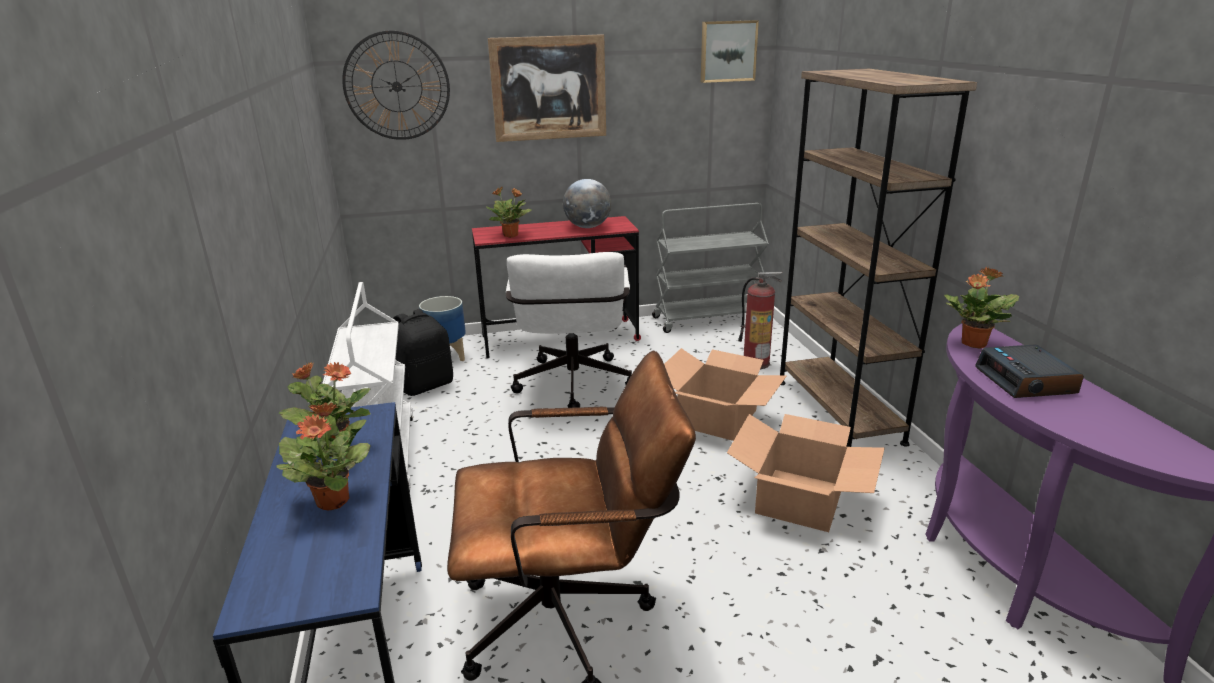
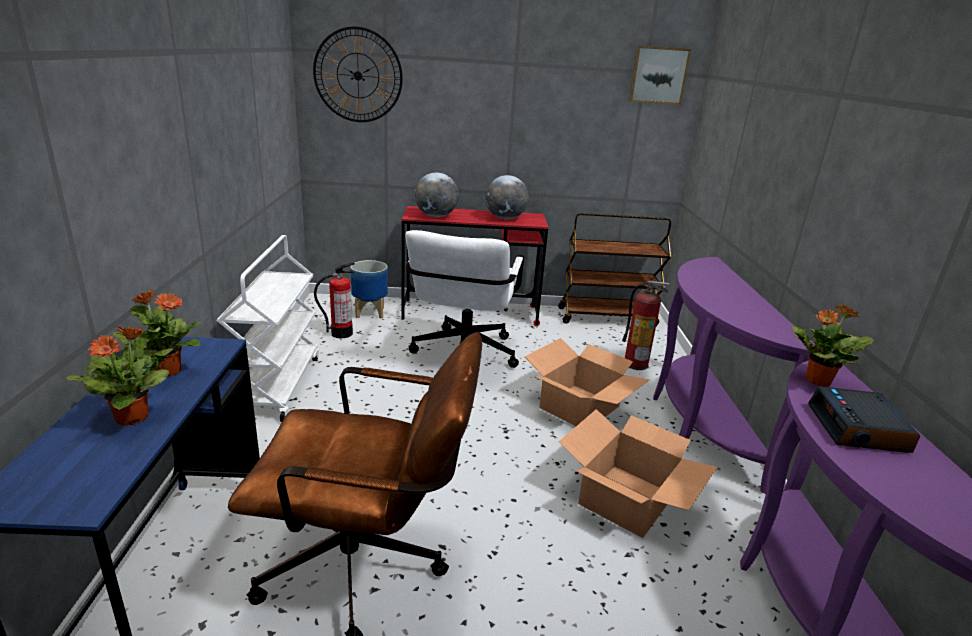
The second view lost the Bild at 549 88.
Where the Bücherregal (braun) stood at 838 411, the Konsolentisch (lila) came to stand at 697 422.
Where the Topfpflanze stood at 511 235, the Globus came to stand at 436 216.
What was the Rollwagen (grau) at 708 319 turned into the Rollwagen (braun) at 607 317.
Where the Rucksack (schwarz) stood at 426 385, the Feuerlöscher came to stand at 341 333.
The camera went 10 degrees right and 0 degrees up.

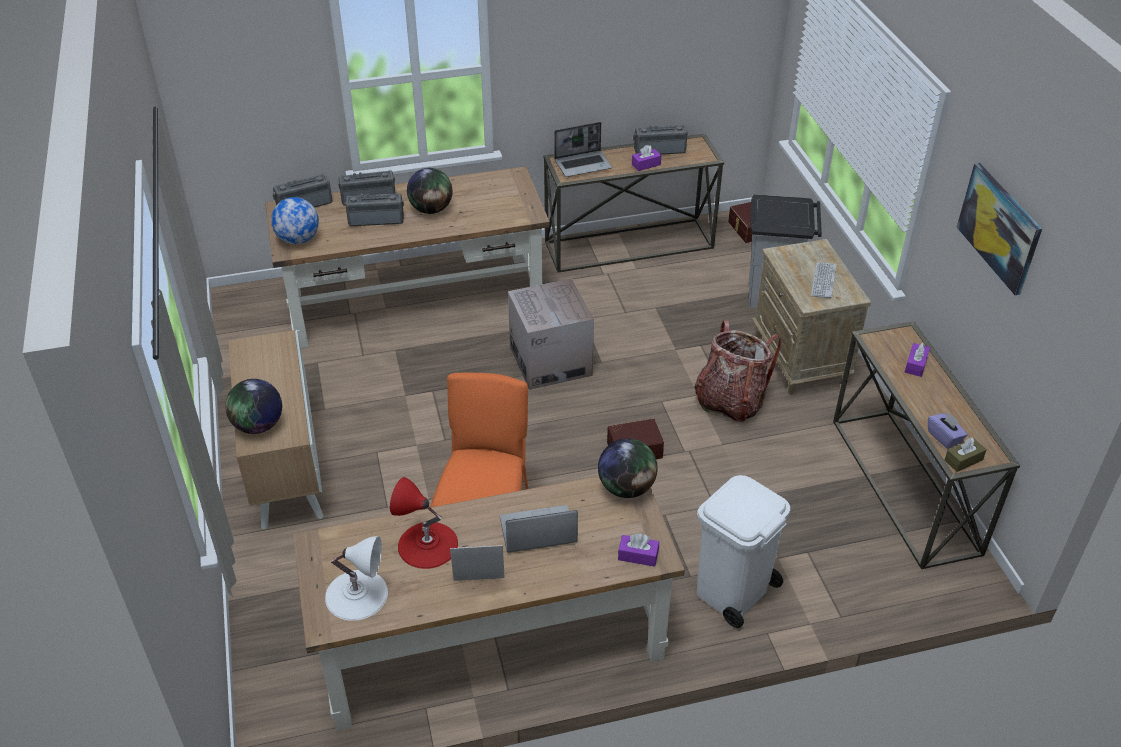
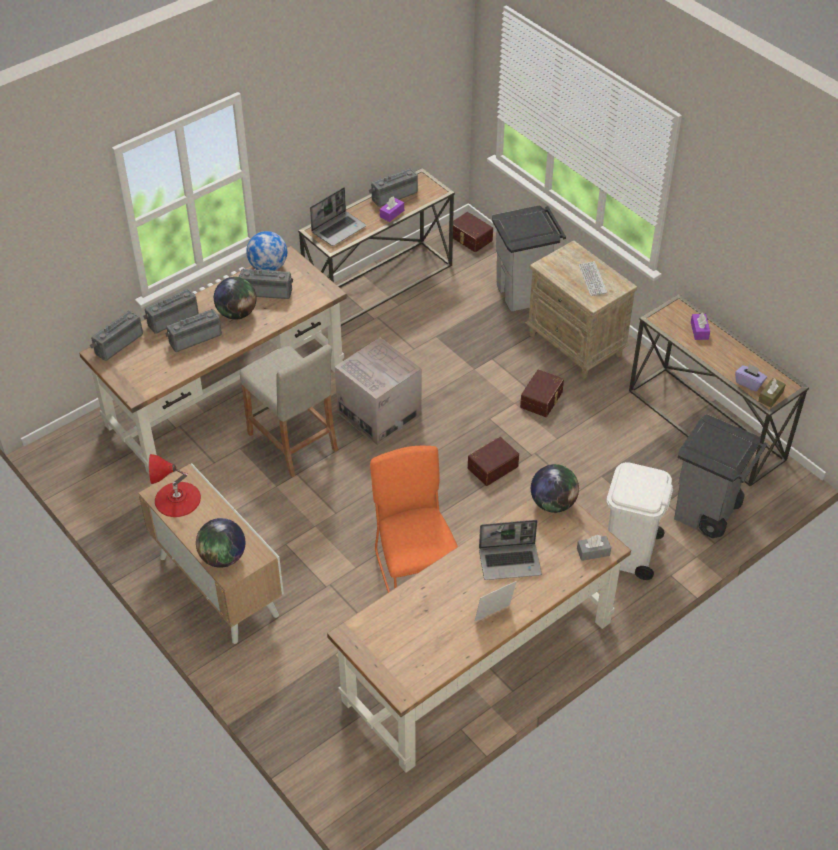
The second view lost the Bild at 999 227.
The Globus ended up elsewhere, having gone from 298 240 to 268 267.
Where the Rucksack stood at 730 401, the Aufbewahrungsbox (braun) came to stand at 542 399.
The Tischlampe (rot) ended up elsewhere, having gone from 427 545 to 177 499.
The Laptop at 537 532 ended up facing another way, 150 degrees counterclockwise from before.
What was the Taschentuchbox (lila) at 638 555 turned into the Taschentuchbox (grau) at 593 552.
The second view lost the Tischlampe (weiß) at 356 594.
The second view gained the Radio at 267 291.
The second view gained the Hocker (beige) at 292 442.
The second view gained the Mülleimer (grau) at 707 513.
The camera went 25 degrees left and 5 degrees up.

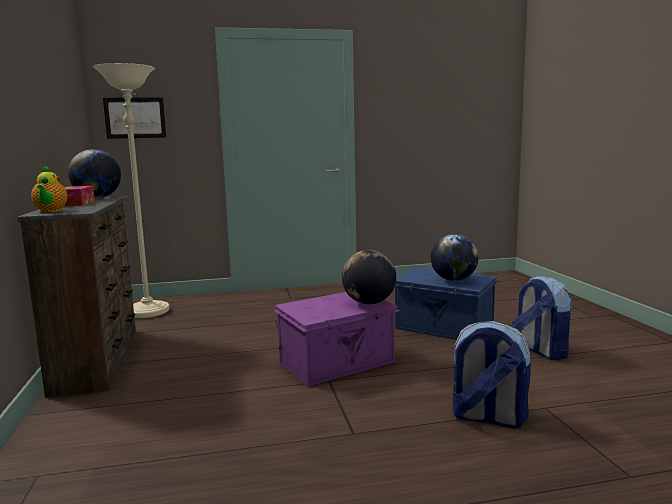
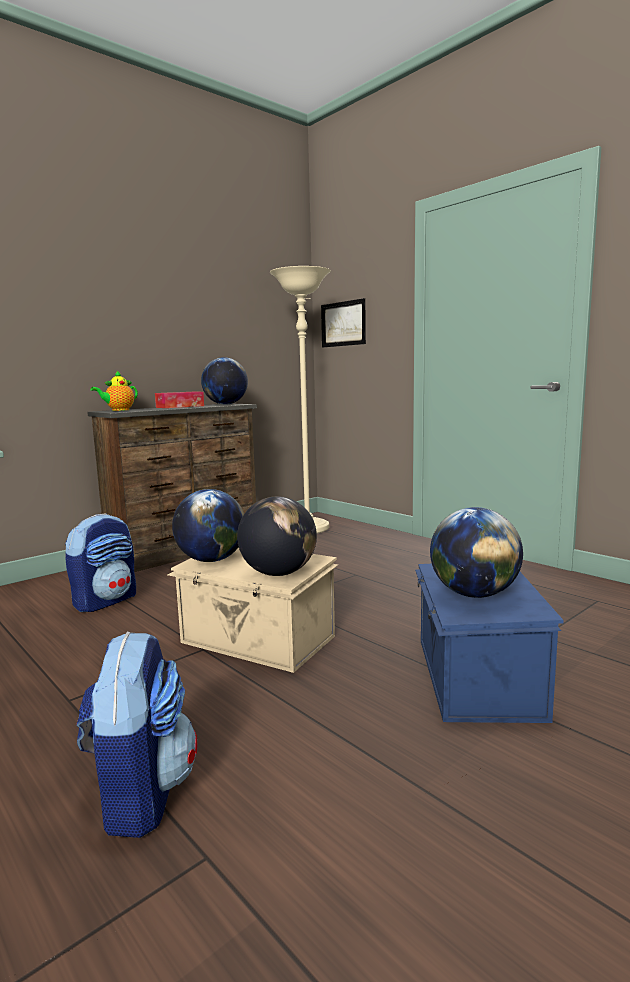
The Rucksack ended up elsewhere, having gone from 540 351 to 106 601.
What was the Aufbewahrungsbox (lila) at 338 363 turned into the Aufbewahrungsbox (beige) at 257 640.
The second view gained the Globus at 211 560.
The camera went 60 degrees right and 0 degrees up.

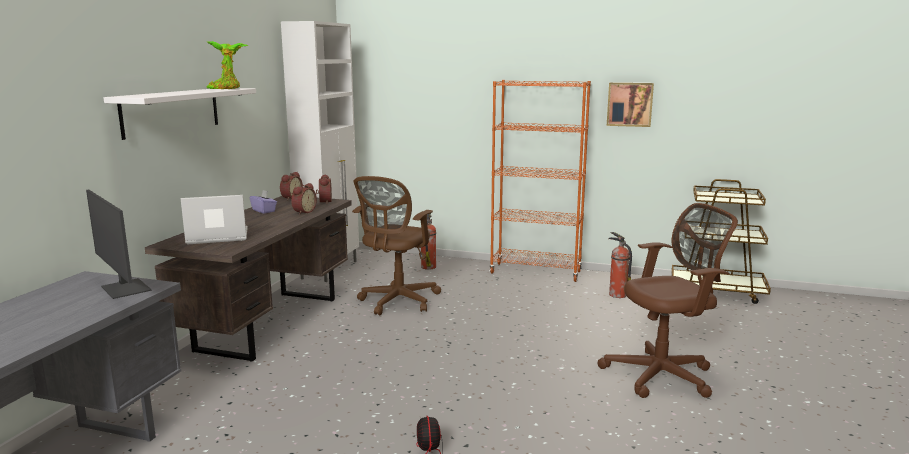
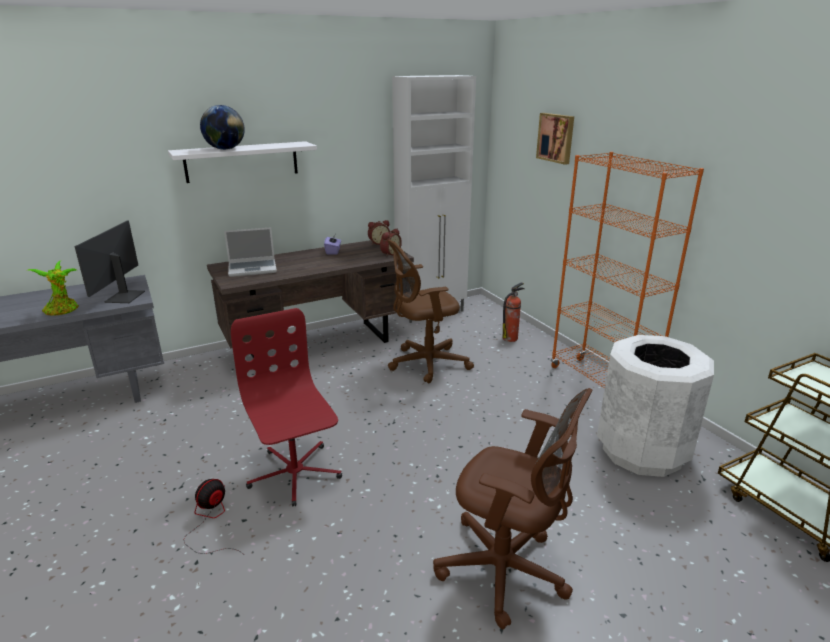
The Topfpflanze ended up elsewhere, having gone from 227 88 to 63 311.
The Bild ended up elsewhere, having gone from 630 104 to 556 138.
The second view lost the Wecker at 303 212.
The Laptop at 216 237 ended up facing another way, 135 degrees clockwise from before.
Where the Feuerlöscher stood at 616 294, the Mülleimer (weiß) came to stand at 642 451.
The second view gained the Globus at 225 149.
The second view gained the Bürostuhl (rot) at 294 473.
The camera went 45 degrees right and 10 degrees up.

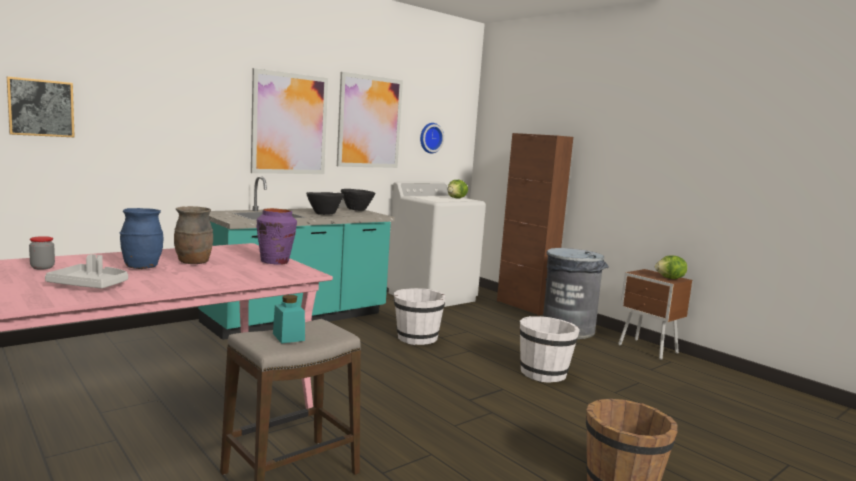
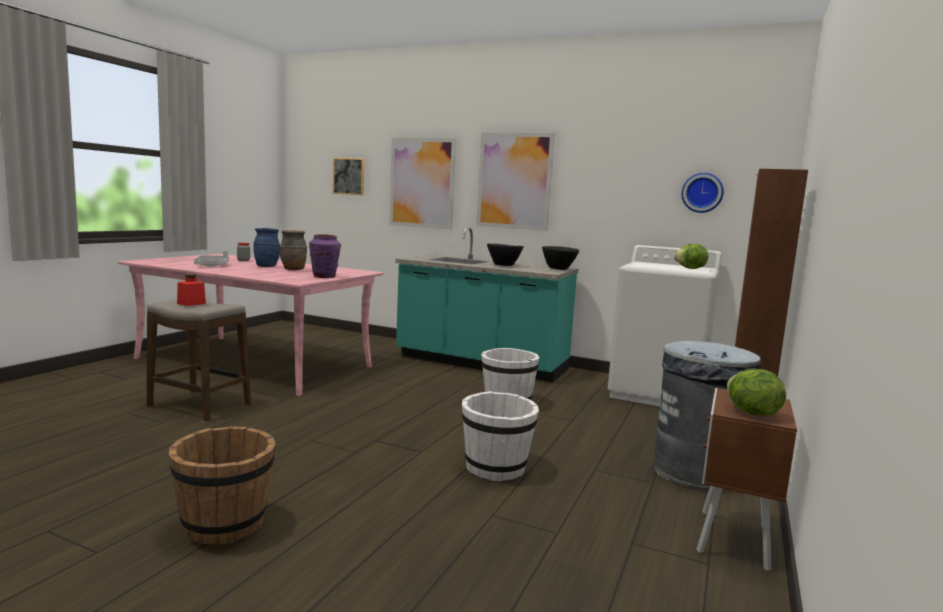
The Bild ended up elsewhere, having gone from 369 122 to 422 183.
What was the Vorratsglas (türkis) at 288 337 turned into the Vorratsglas (rot) at 191 303.
The camera went 65 degrees right and 0 degrees up.

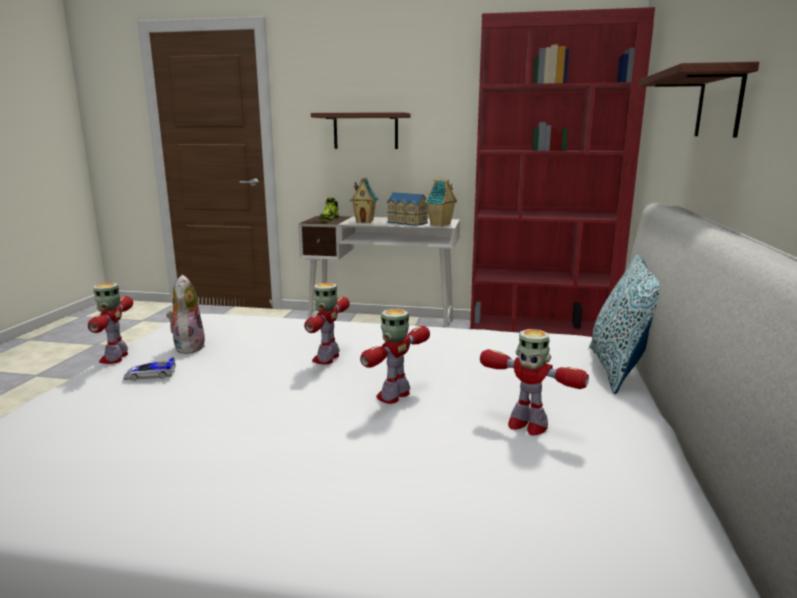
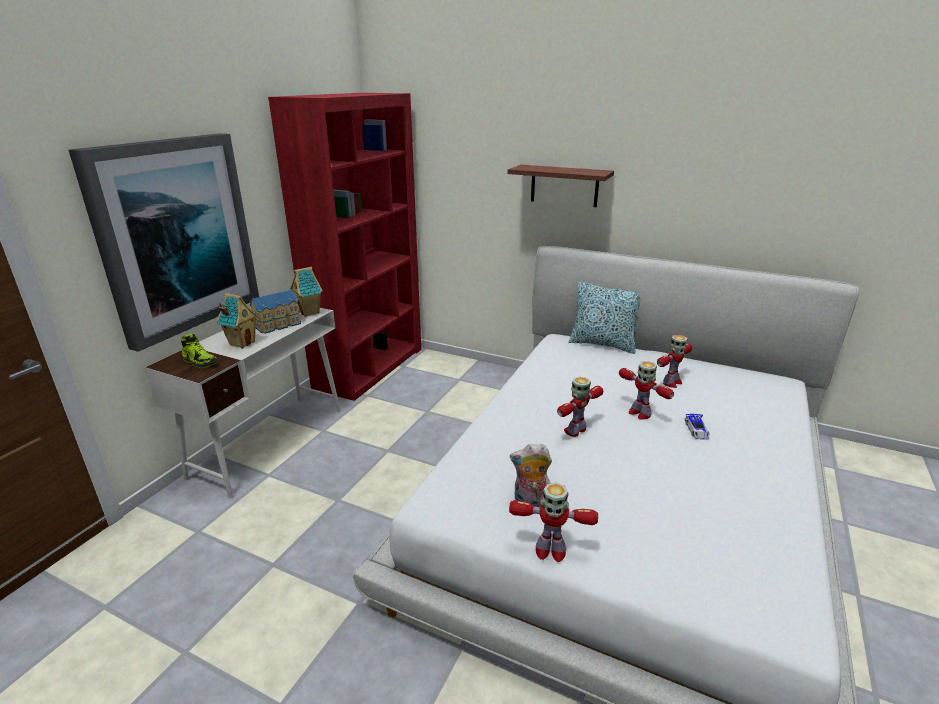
Where the Wandregal hung at 365 131, the Bild came to hang at 176 236.
The Spielzeugroboter at 327 358 ended up facing another way, 105 degrees clockwise from before.
The Spielzeugauto ended up elsewhere, having gone from 149 375 to 697 430.
The camera went 75 degrees left and 10 degrees up.

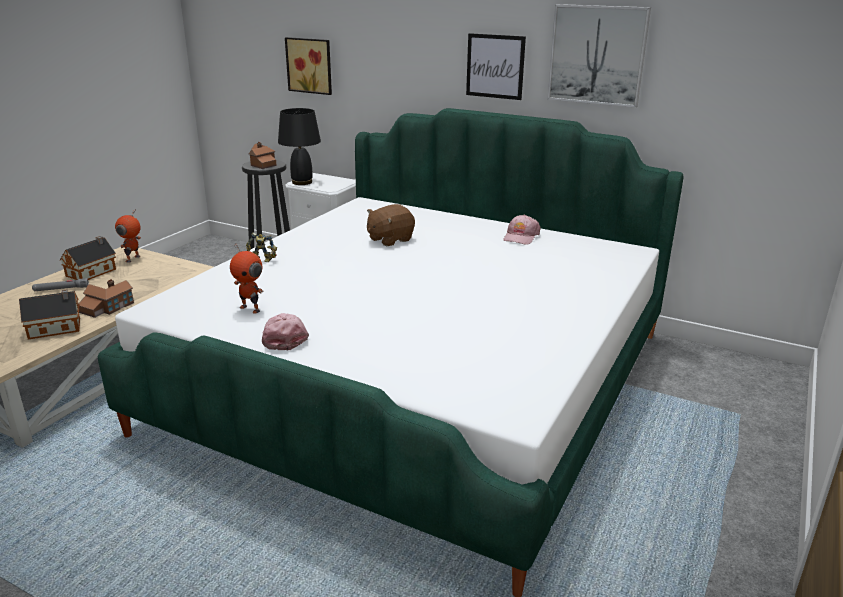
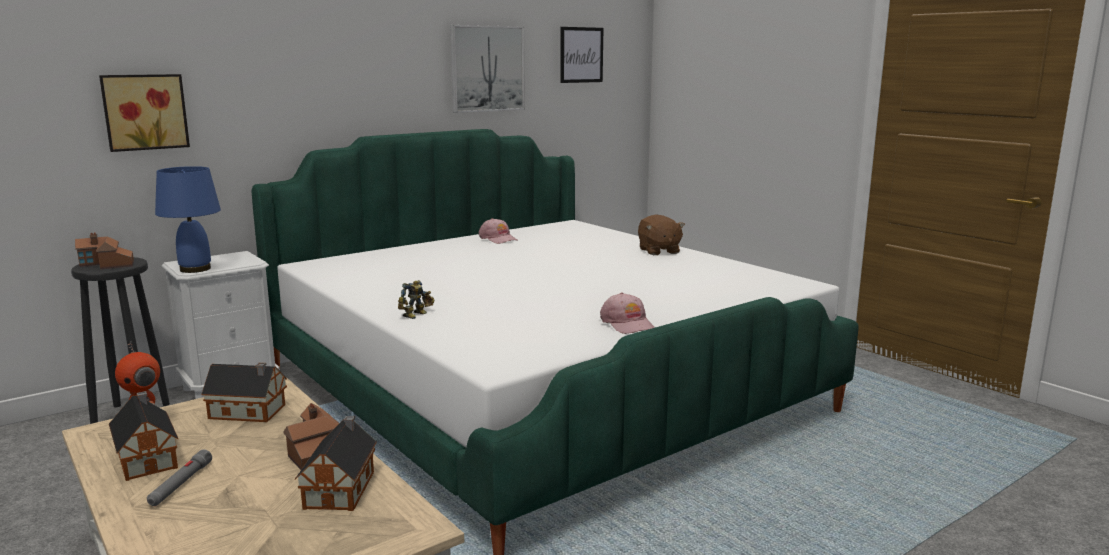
The Bild ended up elsewhere, having gone from 495 66 to 581 55.
What was the Tischlampe (schwarz) at 301 182 turned into the Tischlampe (blau) at 195 269.
The Plüschtier (braun) ended up elsewhere, having gone from 389 239 to 658 251.
The second view lost the Spielzeugroboter at 251 309.
The Kappe (rosa) at 284 337 ended up facing another way, 120 degrees counterclockwise from before.
The second view gained the Spielzeughaus at 250 412.
The camera went 65 degrees left and 10 degrees down.

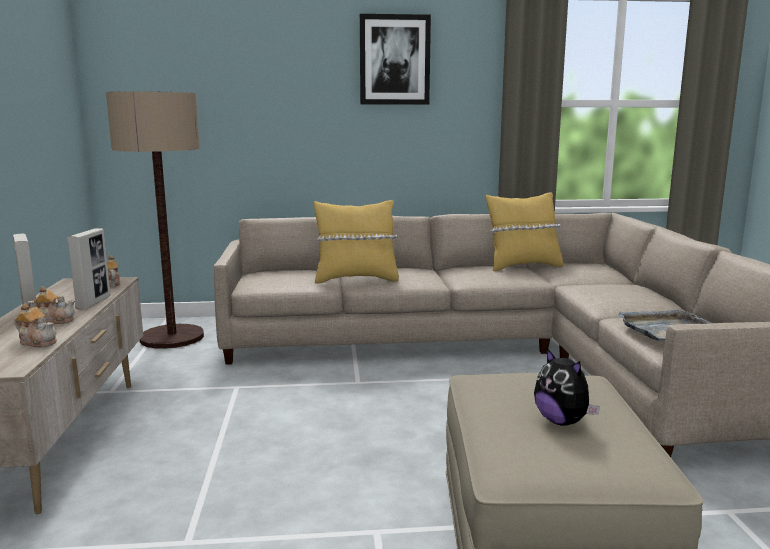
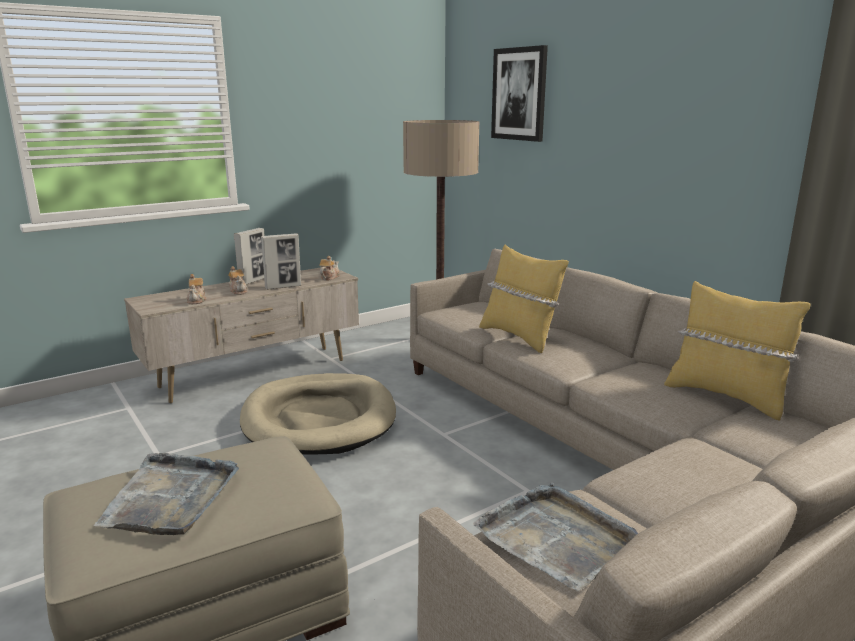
The Bild ended up elsewhere, having gone from 394 60 to 519 94.
Where the Plüschtier stood at 562 421, the Tablett (grau) came to stand at 171 497.
The second view gained the Hundebett (beige) at 319 419.
The camera went 60 degrees right and 5 degrees up.

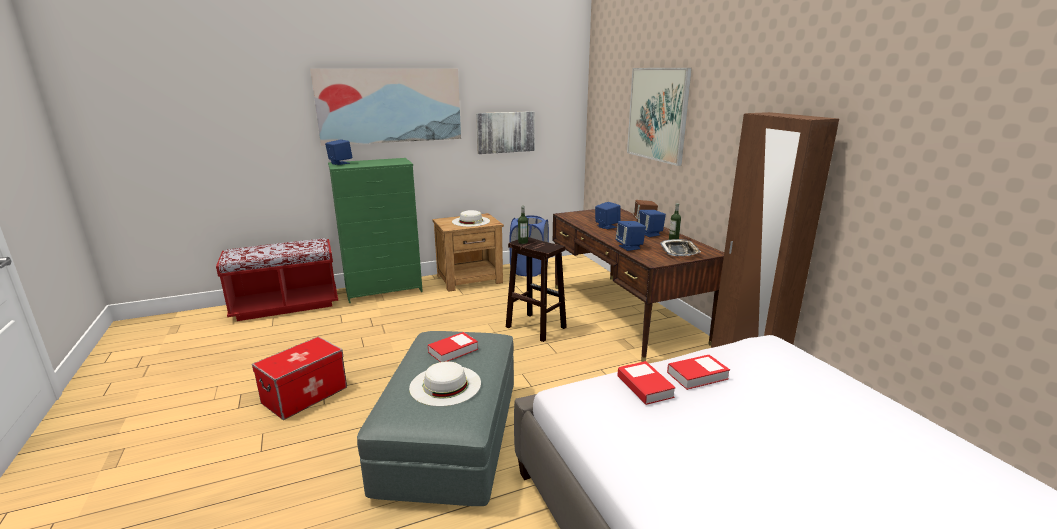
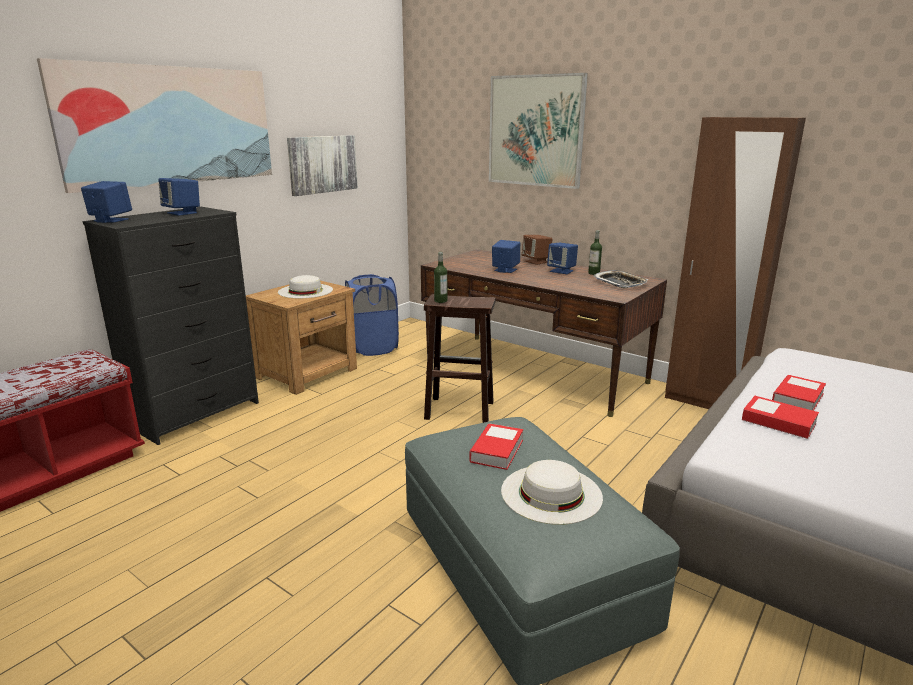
What was the Kommode (grün) at 384 290 turned into the Kommode (schwarz) at 196 414.
The Lautsprecher (blau) ended up elsewhere, having gone from 629 247 to 182 213.
The second view lost the Aufbewahrungsbox at 305 395.
The camera went 30 degrees left and 0 degrees up.

